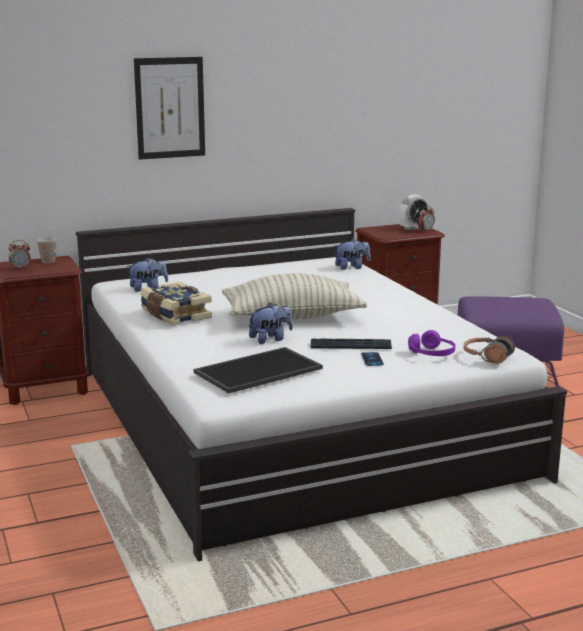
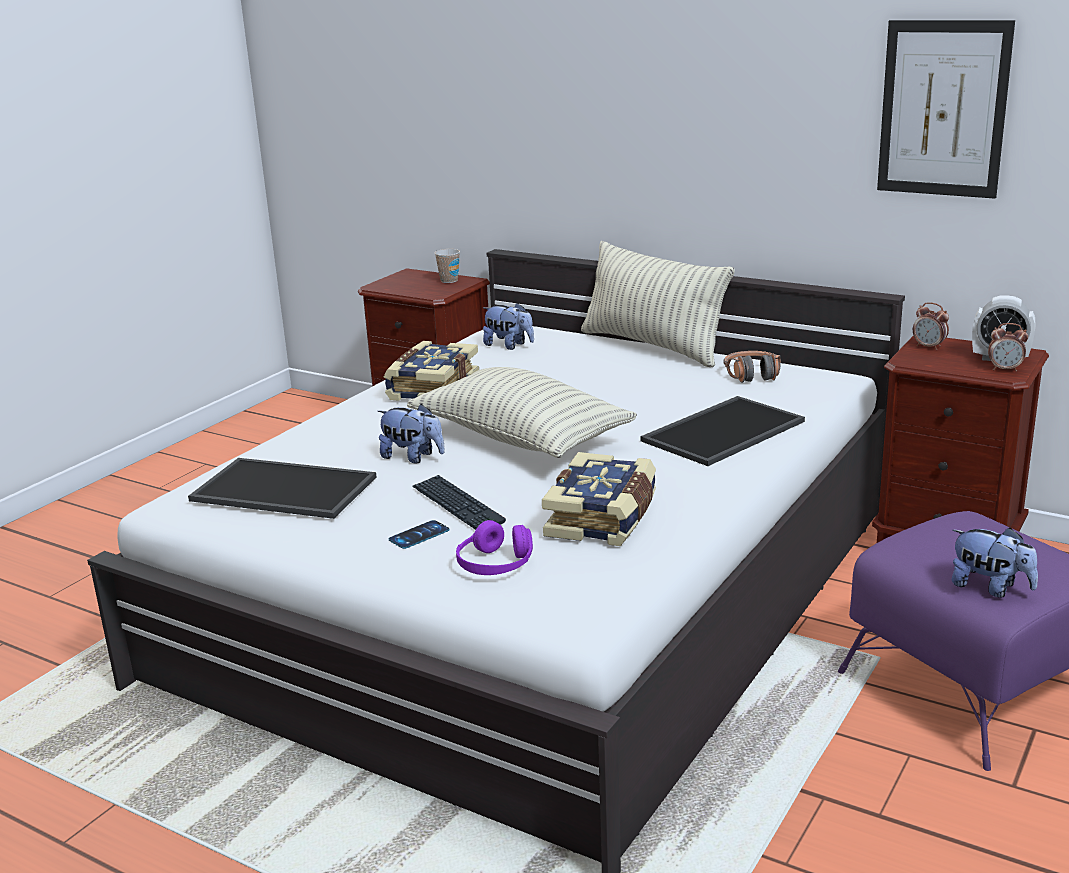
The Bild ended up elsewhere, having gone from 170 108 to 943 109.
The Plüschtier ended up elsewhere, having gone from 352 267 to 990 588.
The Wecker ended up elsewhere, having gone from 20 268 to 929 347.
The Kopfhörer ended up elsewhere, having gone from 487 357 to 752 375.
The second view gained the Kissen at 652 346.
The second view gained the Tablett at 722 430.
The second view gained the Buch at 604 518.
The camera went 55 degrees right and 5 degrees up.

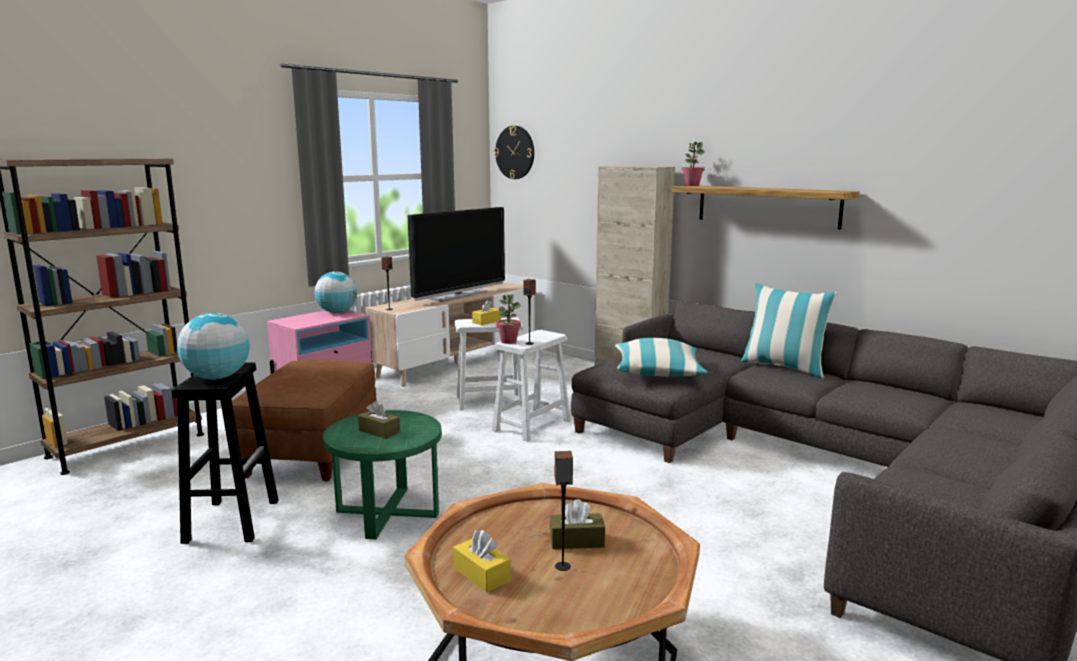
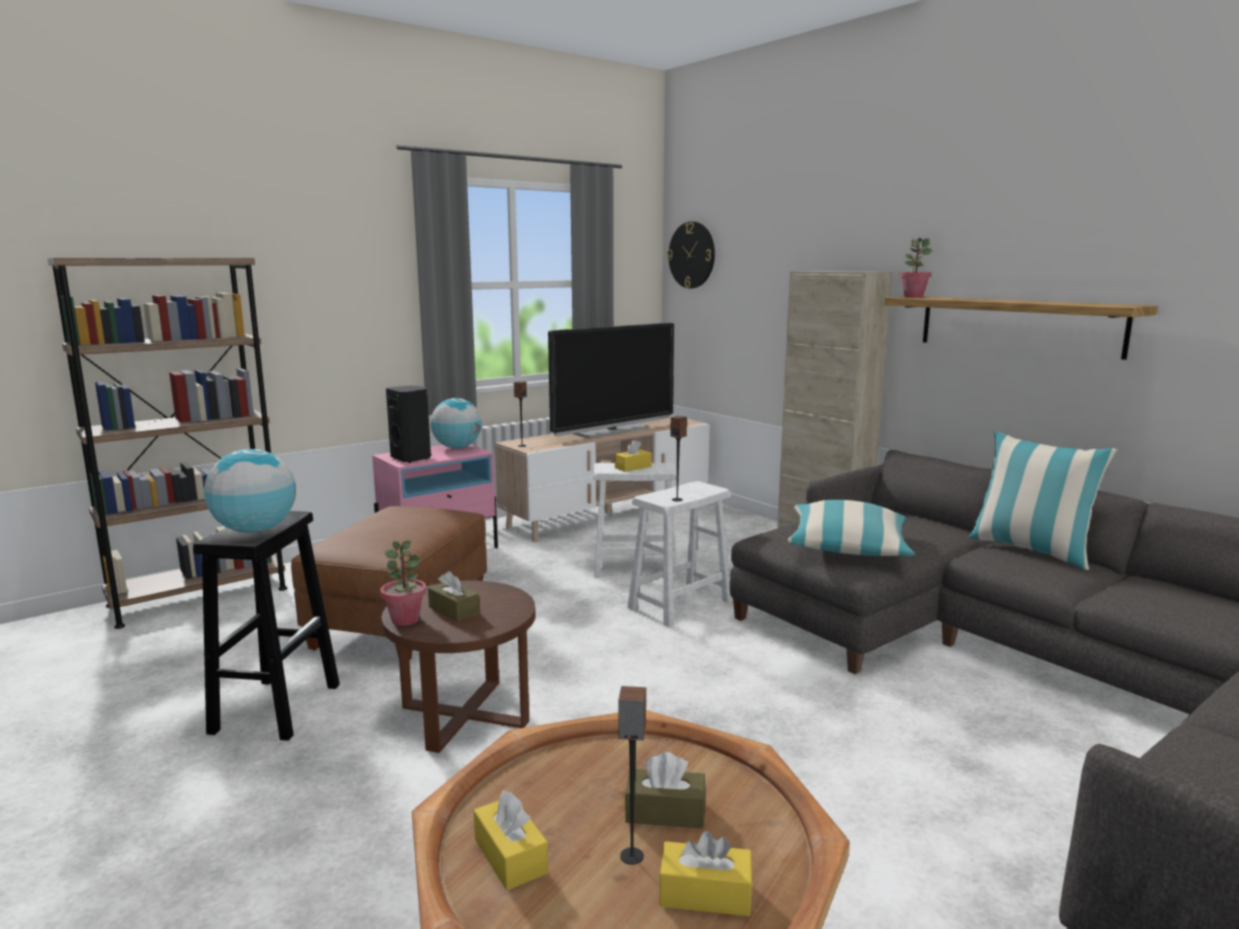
The Topfpflanze ended up elsewhere, having gone from 508 341 to 405 620.
What was the Beistelltisch (grün) at 387 512 turned into the Beistelltisch (braun) at 464 714.
The second view gained the Lautsprecher (schwarz) at 412 458.
The second view gained the Taschentuchbox (gelb) at 705 894.
The camera went 10 degrees right and 0 degrees up.

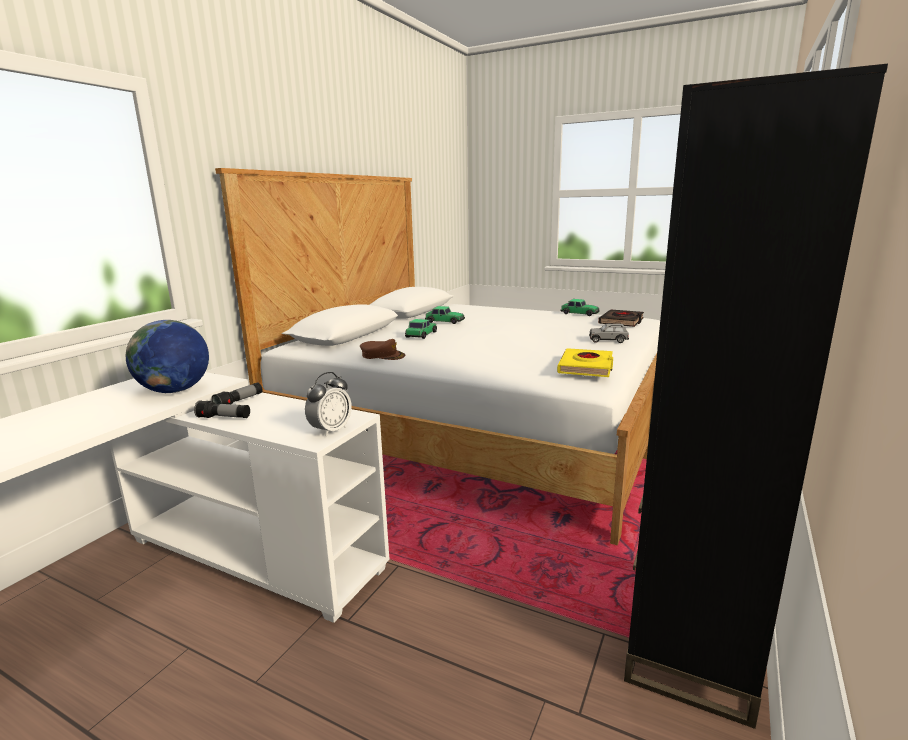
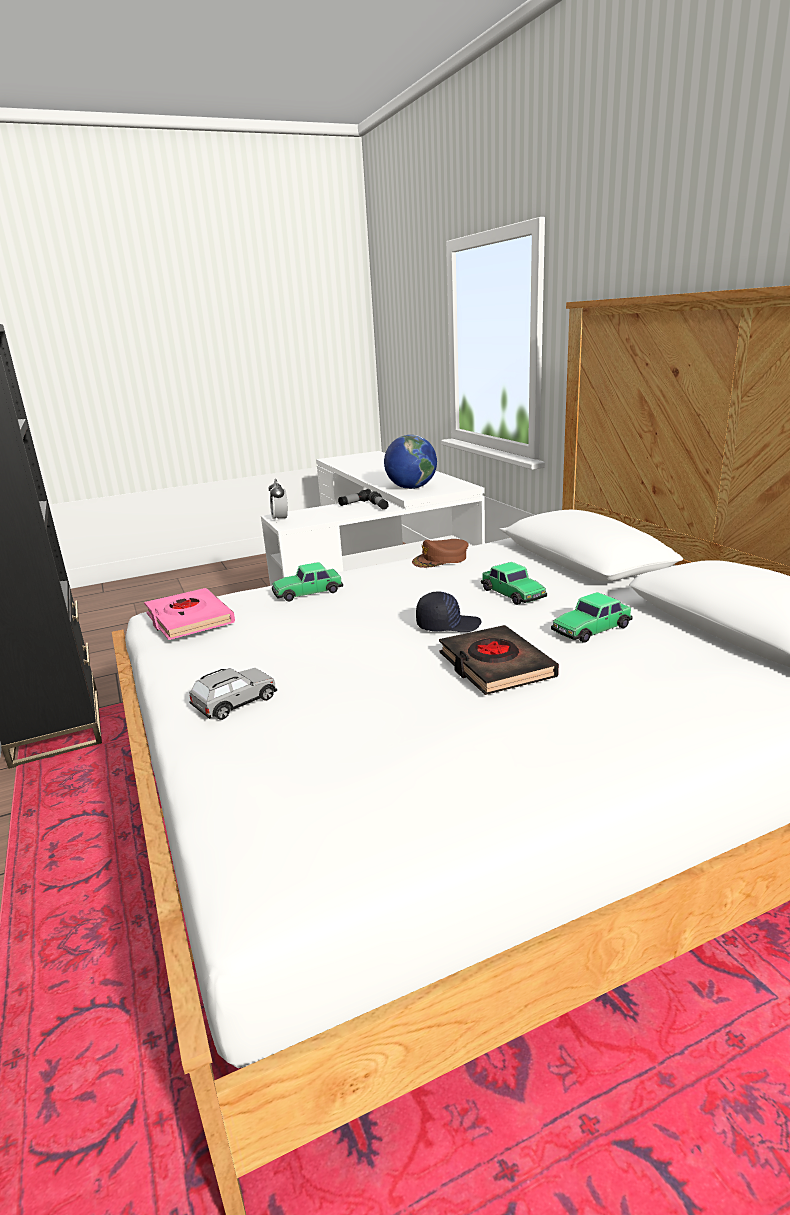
The Spielzeugauto ended up elsewhere, having gone from 580 313 to 307 592.
The Buch (schwarz) ended up elsewhere, having gone from 621 322 to 495 666.
What was the Buch (gelb) at 586 367 turned into the Buch (rosa) at 189 620.
The second view gained the Kappe (schwarz) at 447 625.
The camera went 130 degrees right and 5 degrees up.

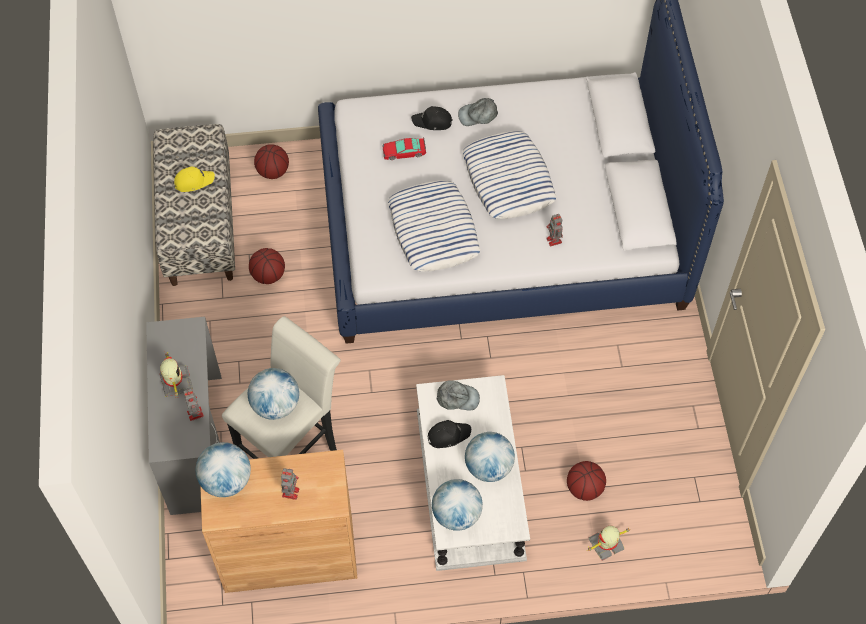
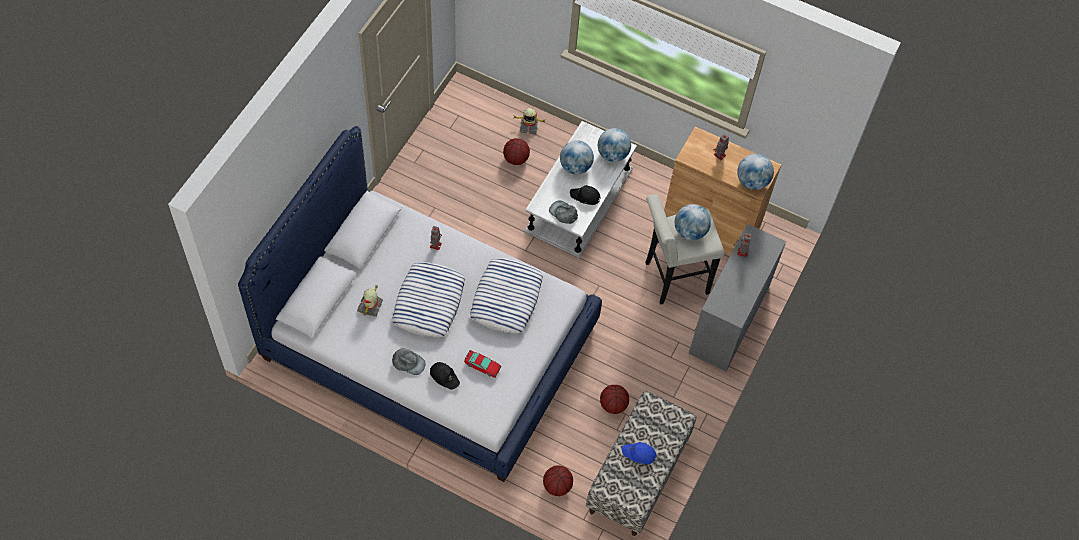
What was the Kappe (gelb) at 193 181 turned into the Kappe (blau) at 639 454.
The Spielzeugroboter ended up elsewhere, having gone from 175 382 to 370 306.
The camera went 150 degrees left and 0 degrees up.

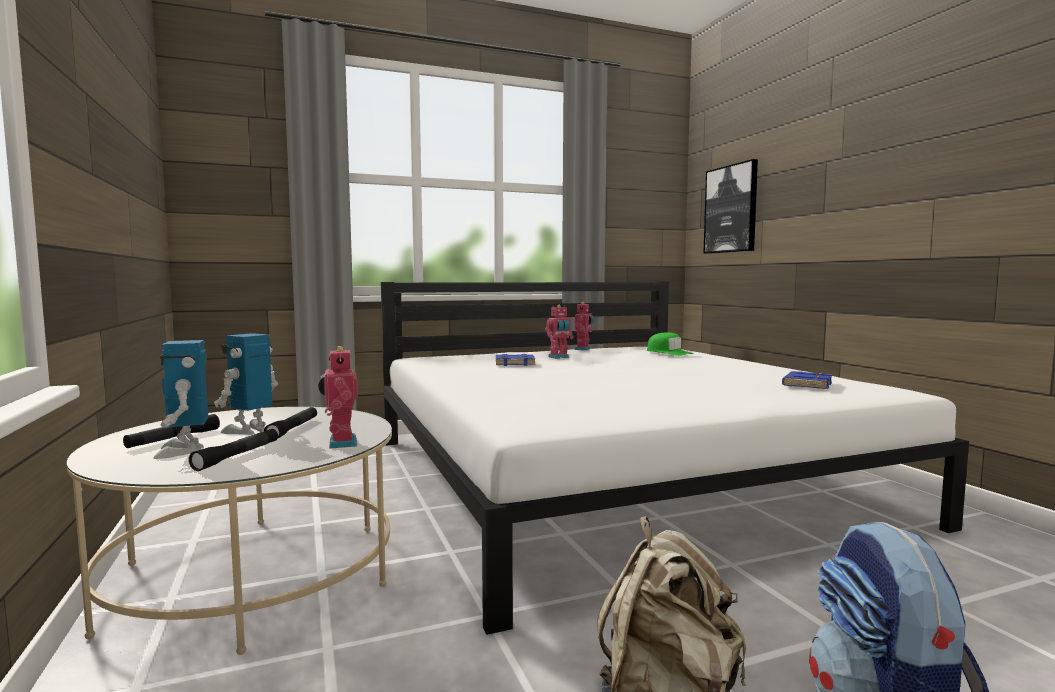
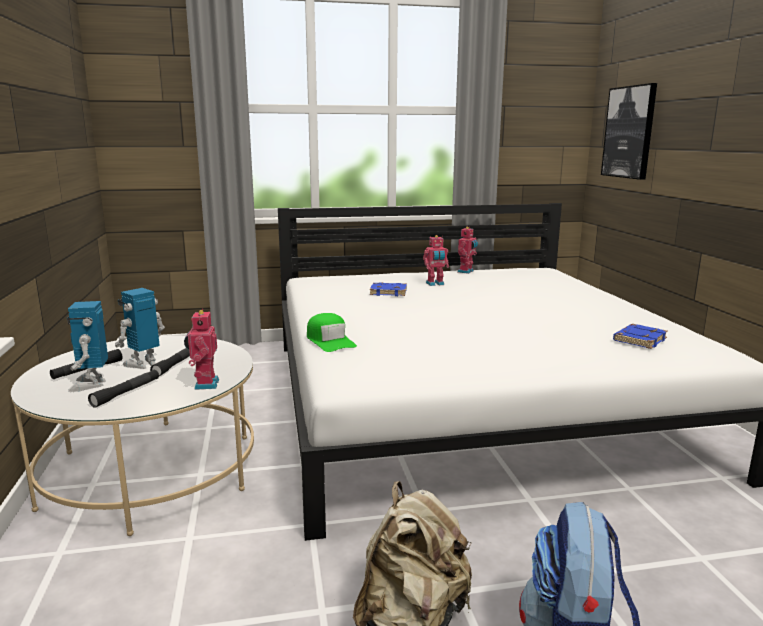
The Kappe (grün) ended up elsewhere, having gone from 669 352 to 330 341.
The camera went 10 degrees right and 10 degrees up.

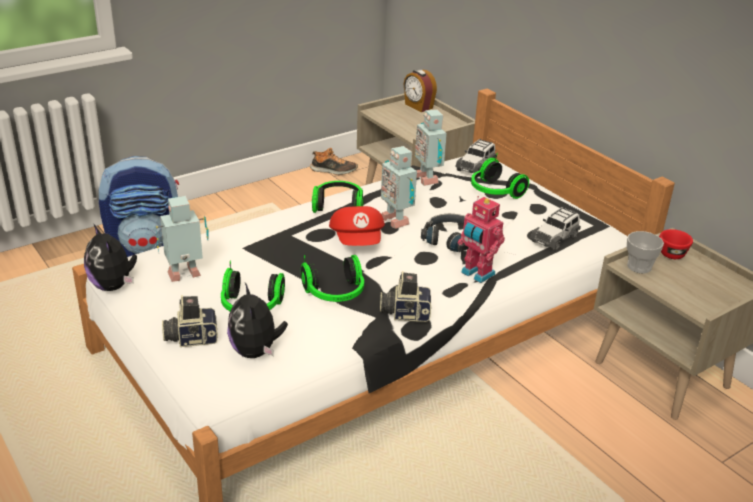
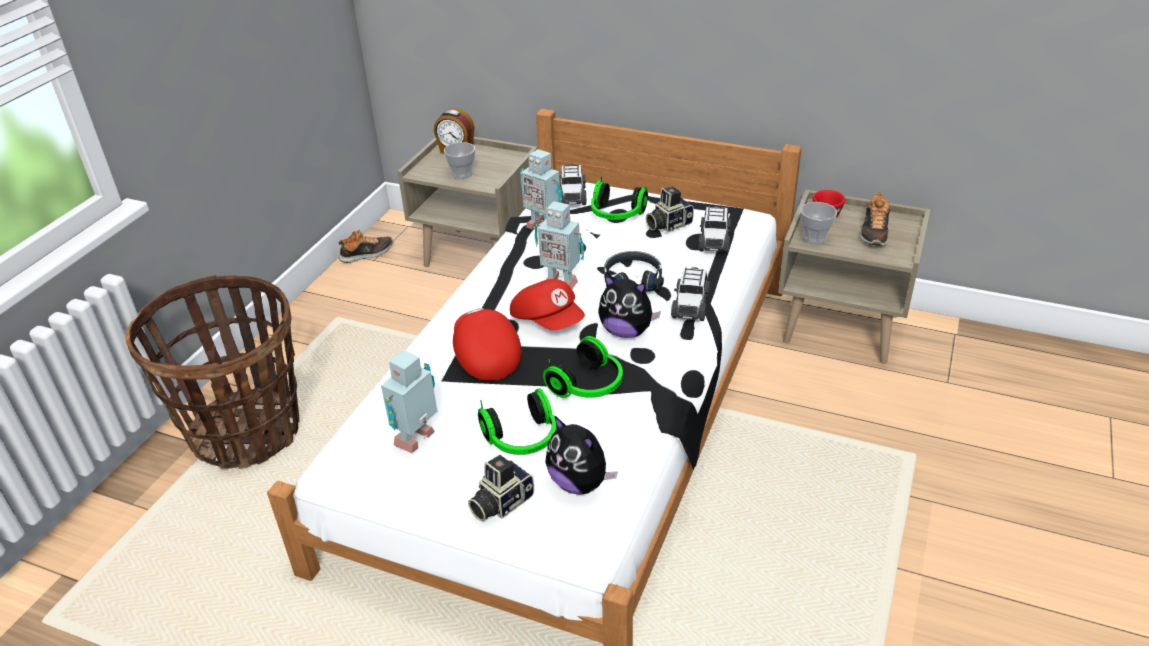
Where the Rucksack stood at 146 249, the Korb came to stand at 246 431.
The second view lost the Kopfhörer at 338 206.
Where the Spielzeugroboter stood at 476 274, the Spielzeugauto came to stand at 690 305.
The Plüschtier ended up elsewhere, having gone from 113 286 to 626 331.
The Kamera ended up elsewhere, having gone from 405 312 to 668 224.
The second view gained the Tasse at 462 174.
The second view gained the Schuh at 874 232.
The second view gained the Kappe (rot) at 485 355.
The camera went 30 degrees left and 5 degrees up.

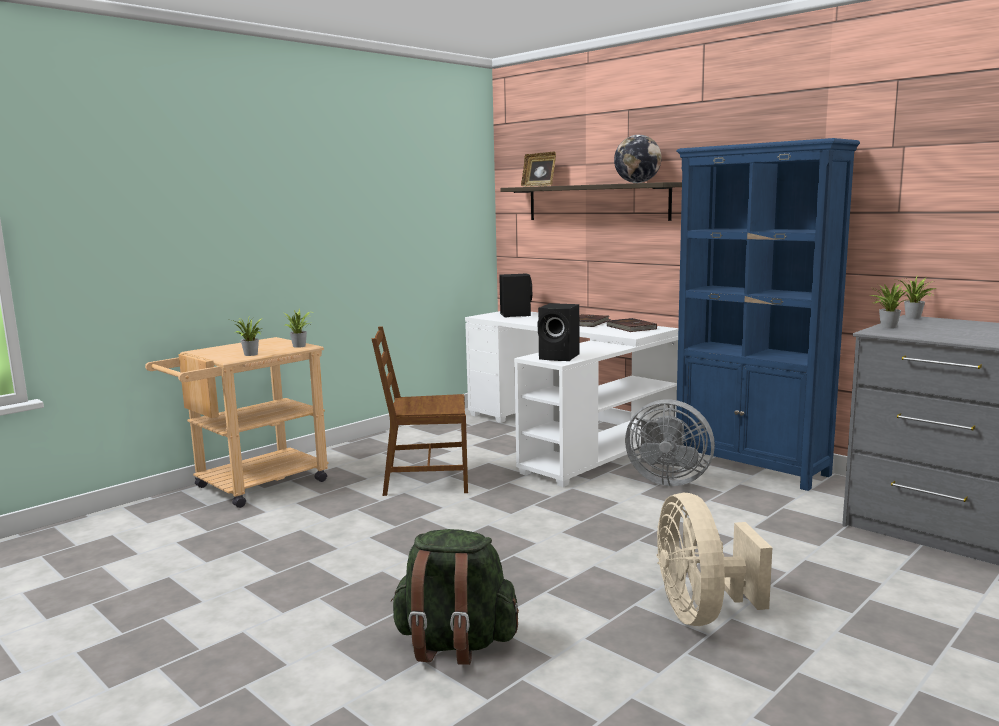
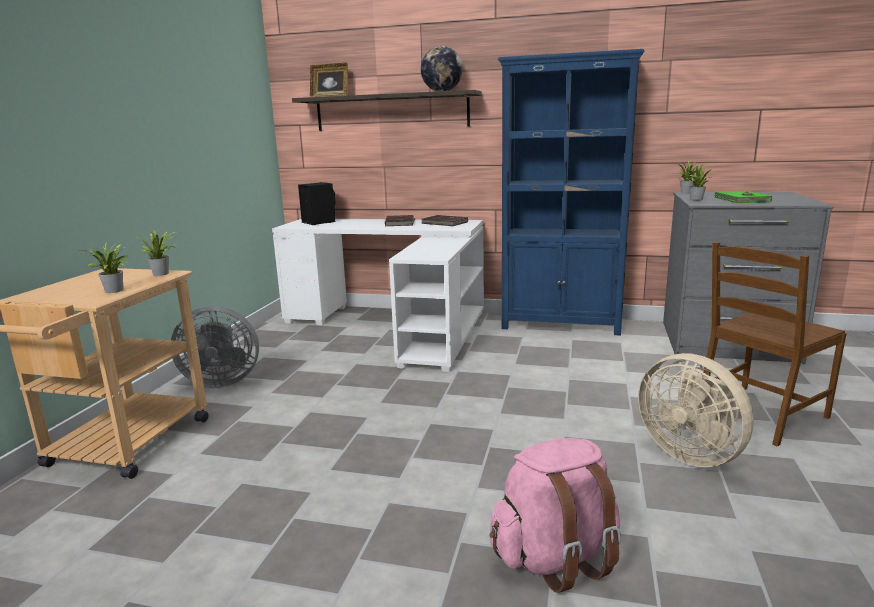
The second view lost the Lautsprecher (schwarz) at 560 357.
The Stuhl (braun) ended up elsewhere, having gone from 425 481 to 760 415.
The Ventilator (grau) ended up elsewhere, having gone from 667 480 to 220 381.
What was the Rucksack (grün) at 455 644 turned into the Rucksack (rosa) at 555 557.
The second view gained the Buch (grün) at 741 200.
The camera went 30 degrees left and 5 degrees up.

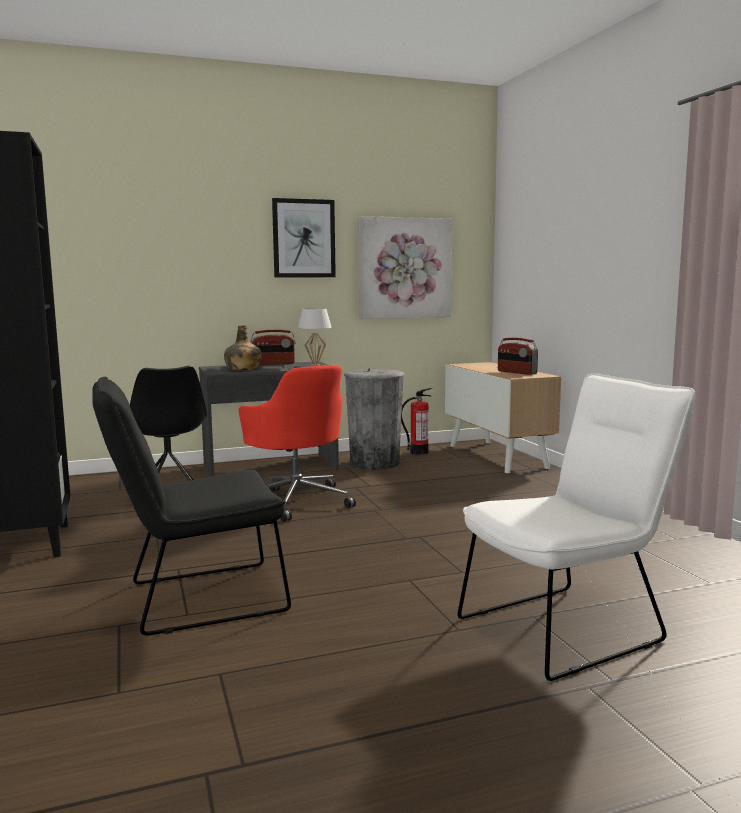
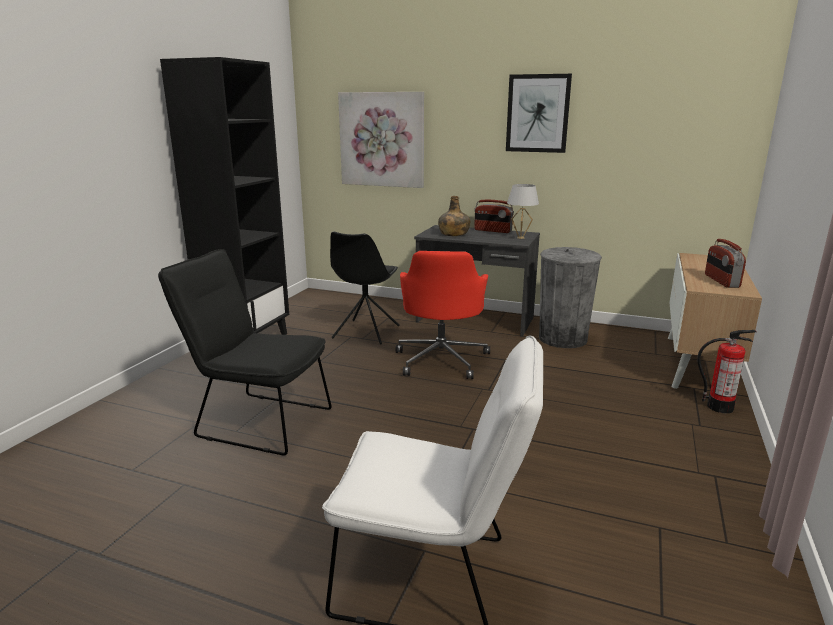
The Bild ended up elsewhere, having gone from 405 268 to 382 140.
The Feuerlöscher ended up elsewhere, having gone from 419 452 to 719 407.
The camera went 40 degrees right and 10 degrees up.

